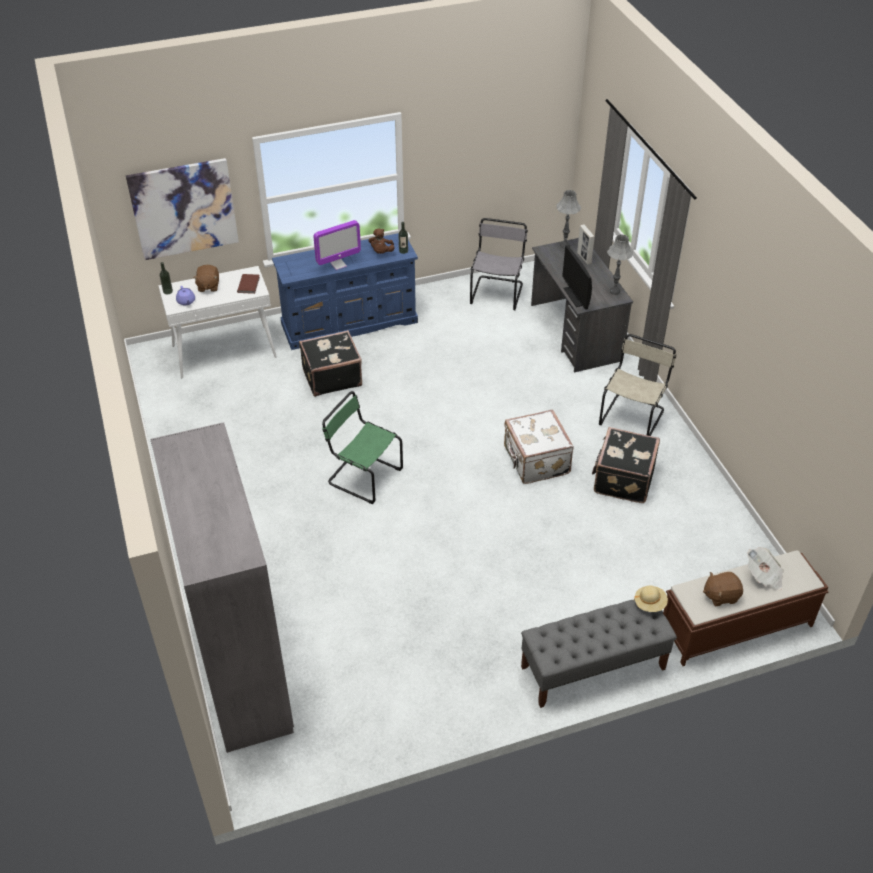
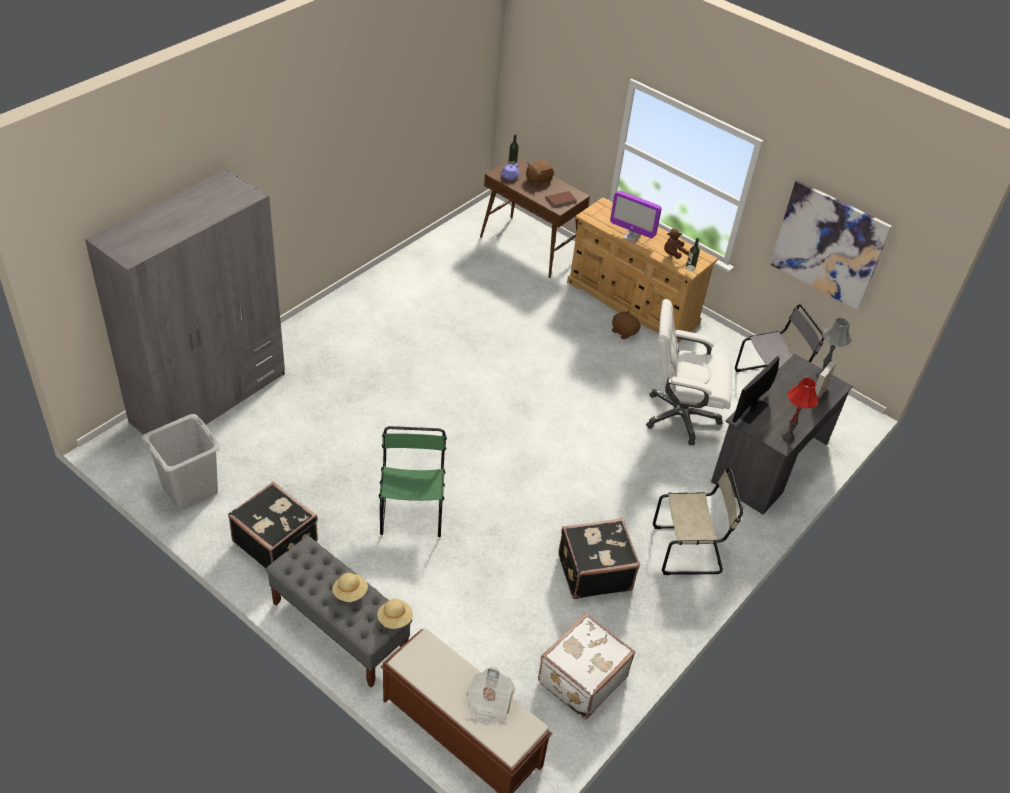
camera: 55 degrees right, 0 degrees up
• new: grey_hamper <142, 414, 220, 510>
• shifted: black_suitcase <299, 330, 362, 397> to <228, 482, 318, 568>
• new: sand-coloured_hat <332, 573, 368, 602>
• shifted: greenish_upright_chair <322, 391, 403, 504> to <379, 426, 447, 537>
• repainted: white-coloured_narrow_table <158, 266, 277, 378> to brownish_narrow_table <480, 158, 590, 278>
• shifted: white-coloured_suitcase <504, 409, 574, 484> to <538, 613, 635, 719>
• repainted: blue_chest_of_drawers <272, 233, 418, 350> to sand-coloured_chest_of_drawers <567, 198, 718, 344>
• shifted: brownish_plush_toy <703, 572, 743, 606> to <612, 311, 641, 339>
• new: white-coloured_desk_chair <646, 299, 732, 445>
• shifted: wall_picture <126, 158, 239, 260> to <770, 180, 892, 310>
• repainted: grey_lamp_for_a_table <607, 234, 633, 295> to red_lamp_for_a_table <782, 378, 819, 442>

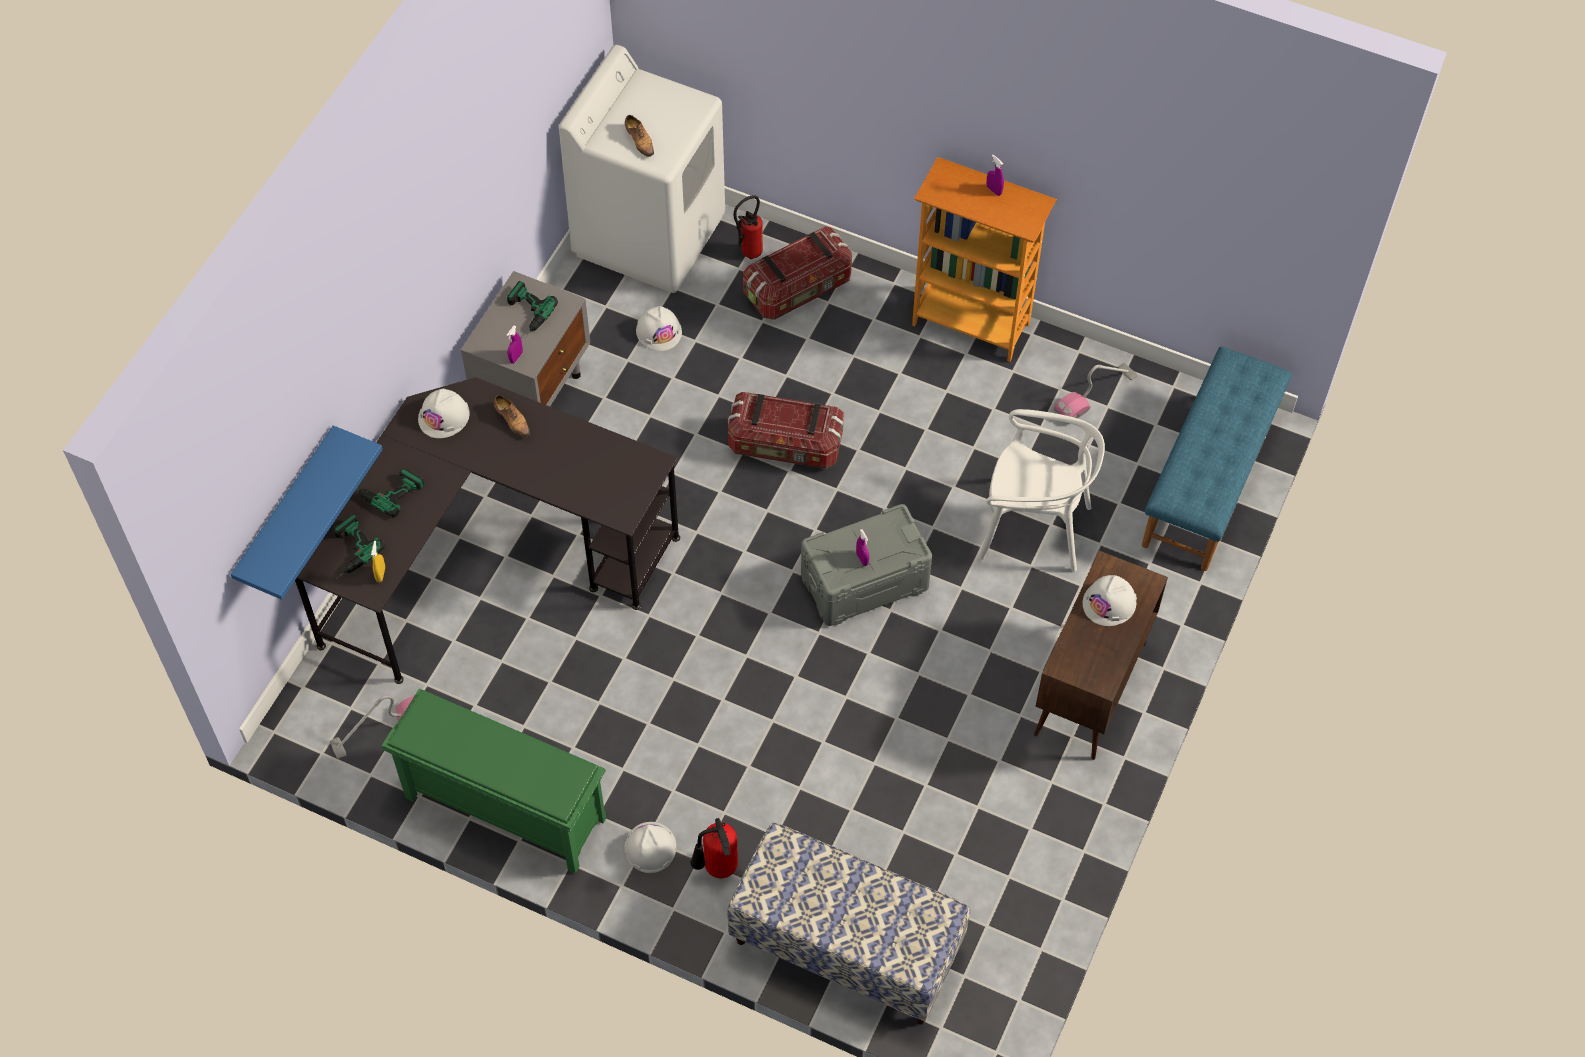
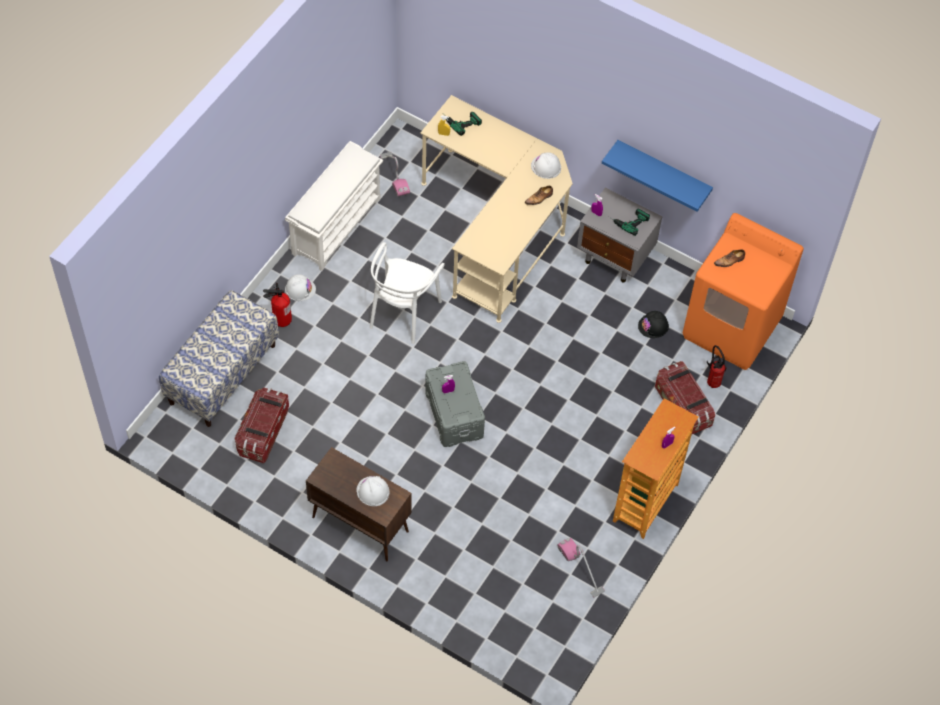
camera: 95 degrees right, 0 degrees up
• shifted: storage_container <728, 392, 844, 469> to <234, 388, 289, 463>
• repainted: greenish_shoe_stand <382, 689, 606, 874> to white-coloured_shoe_stand <285, 141, 383, 271>
• shifted: white-coloured_upright_chair <978, 409, 1105, 572> to <370, 242, 445, 344>
• repainted: black_desk <295, 377, 680, 684> to sand-coloured_desk <420, 95, 573, 323>
• shifted: blue_bracket_shelf <230, 425, 383, 600> to <602, 140, 713, 212>
• repainted: white-coloured_hard_hat <636, 306, 682, 351> to black_hard_hat <638, 311, 669, 338>
• repainted: white-coloured_laundry_appliance <559, 45, 725, 293> to orange_laundry_appliance <683, 213, 804, 370>
• gone: power_drill <357, 468, 424, 517>
• gone: blue_indoor_bench <1142, 347, 1292, 571>

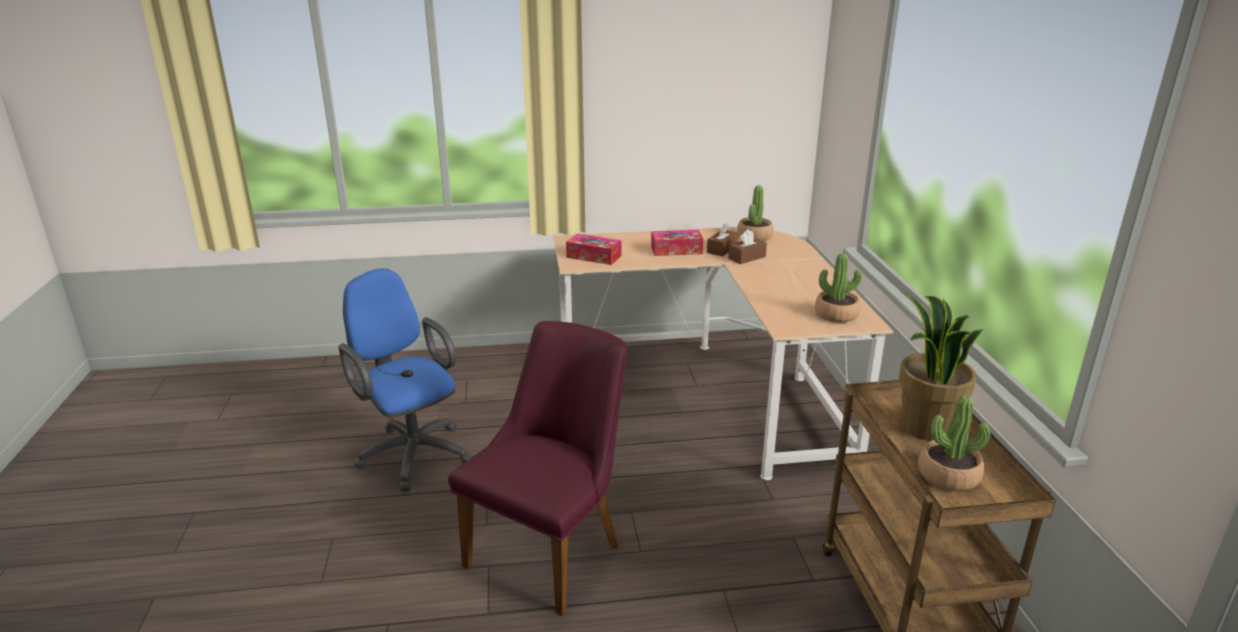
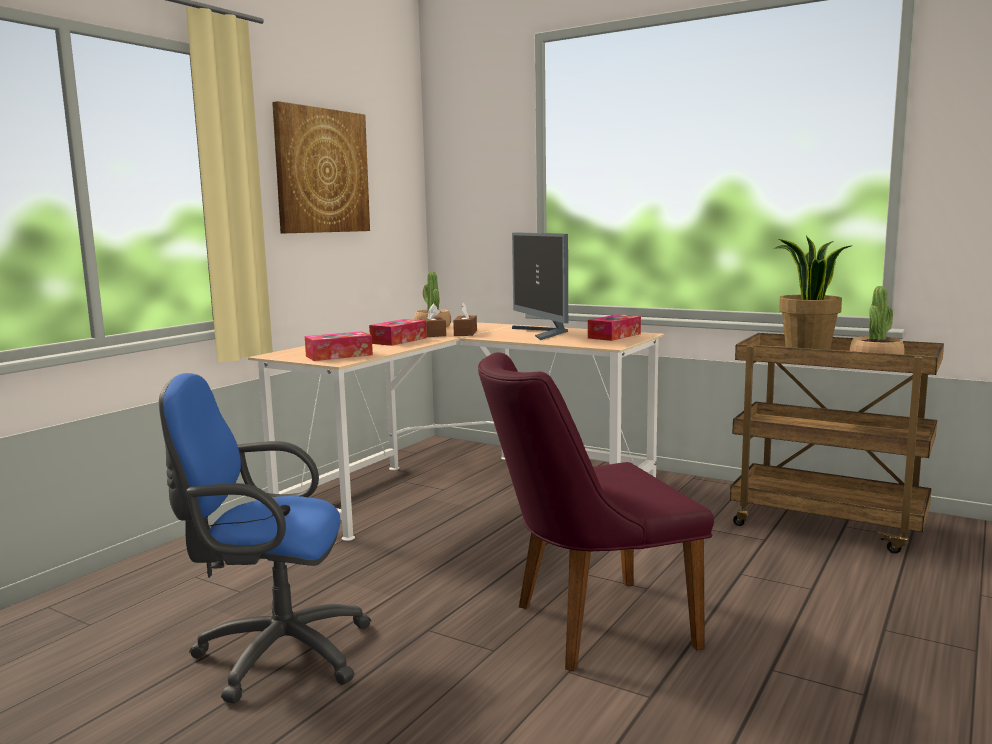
camera: 50 degrees left, 15 degrees down
• new: wall_picture <272, 101, 370, 233>
• rotated: purple-coloured_upright_chair <448, 321, 627, 616> = <478, 352, 714, 671> 90 degrees counterclockwise
• new: computer_display <512, 232, 568, 340>
• swapped: potted_plant <815, 253, 862, 323> to tissue_holder <588, 314, 641, 341>

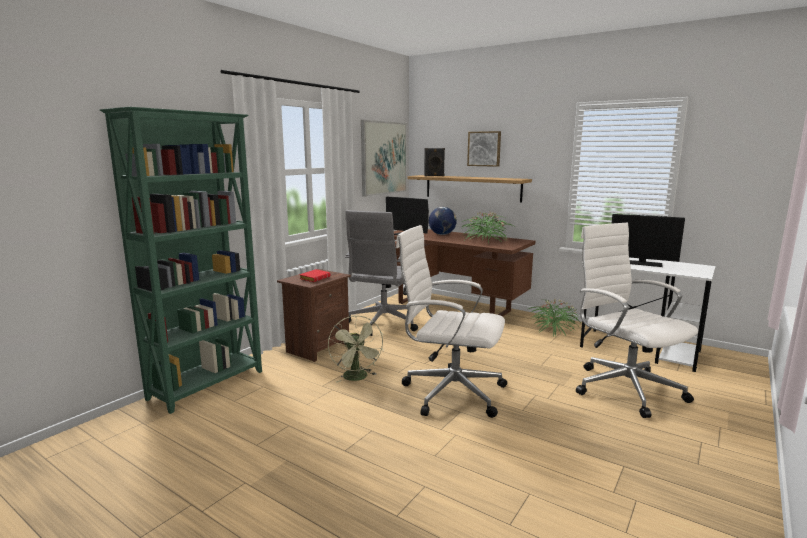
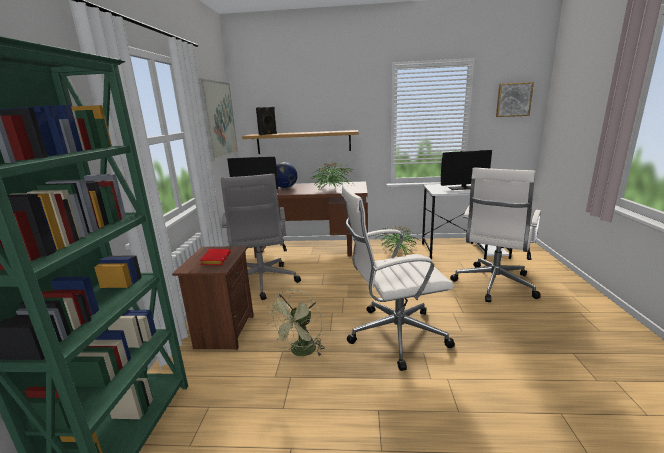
camera: 30 degrees left, 5 degrees up
• rotated: greenish_fan <328, 316, 384, 383> = <267, 289, 325, 357> 75 degrees clockwise
• rotated: white-coloured_desk_chair <576, 223, 698, 418> = <450, 167, 541, 302> 90 degrees counterclockwise
• shifted: wall_picture <467, 131, 501, 167> to <496, 82, 534, 117>

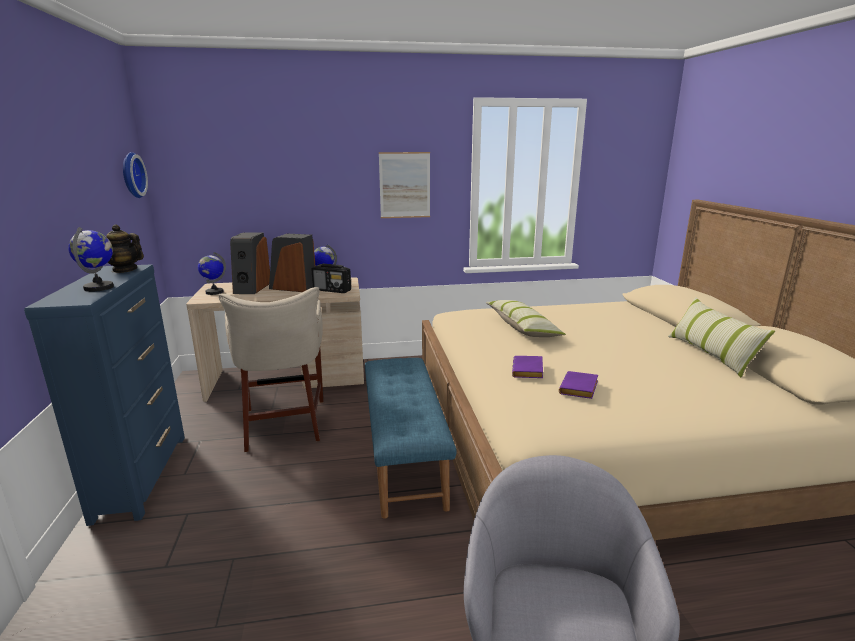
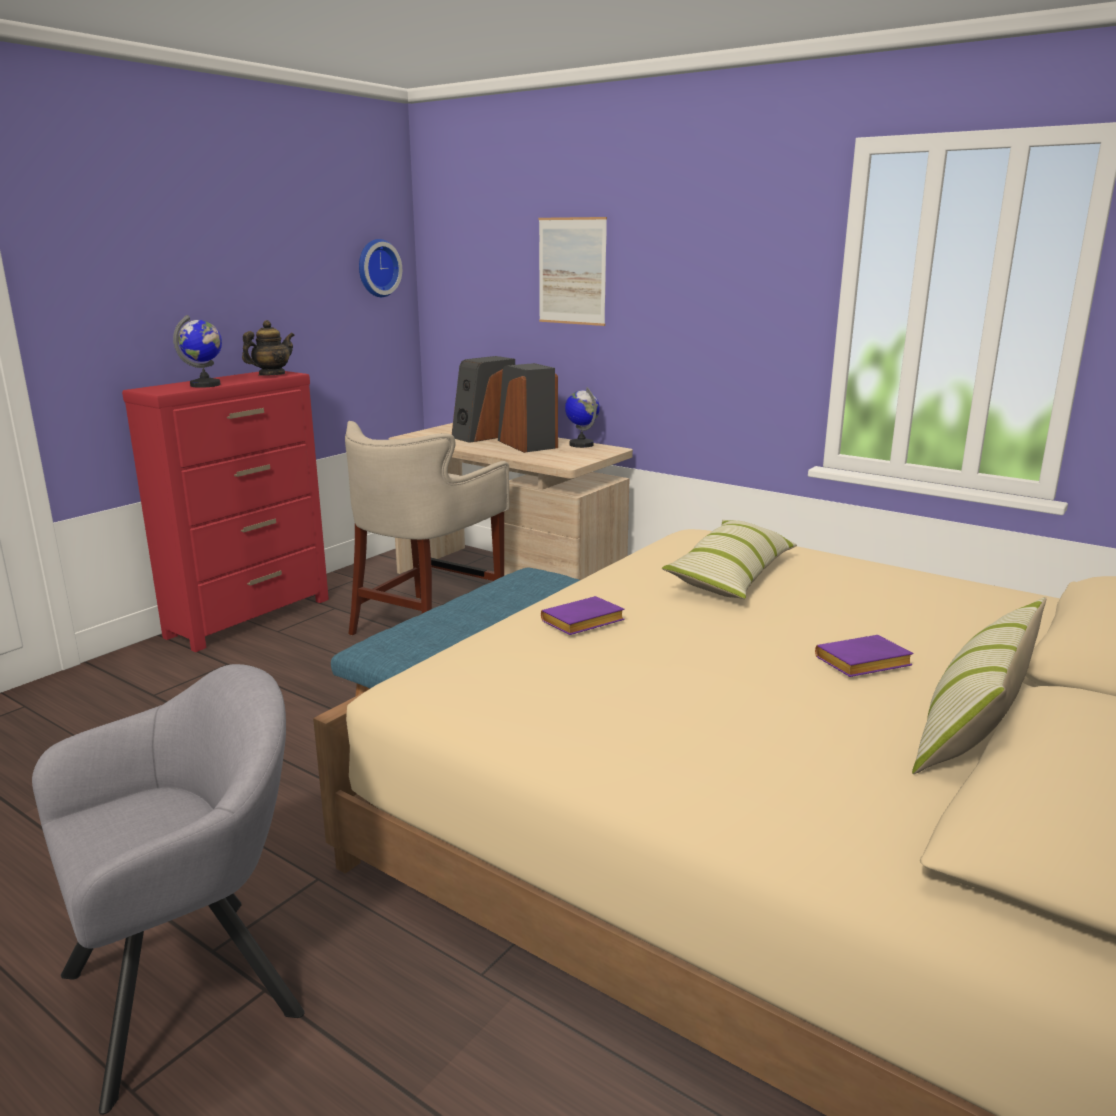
camera: 45 degrees right, 0 degrees up
• repainted: blue_chest_of_drawers <24, 264, 185, 526> to red_chest_of_drawers <122, 371, 329, 652>
• rotated: teapot <106, 225, 144, 273> = <242, 320, 295, 376> 75 degrees clockwise
• shifted: wall_picture <379, 152, 430, 218> to <539, 217, 607, 326>
• shifted: purple-coloured_book <559, 371, 598, 399> to <815, 635, 914, 677>
• gone: desk_globe <198, 252, 226, 295>
• gone: radio_set <311, 264, 351, 293>

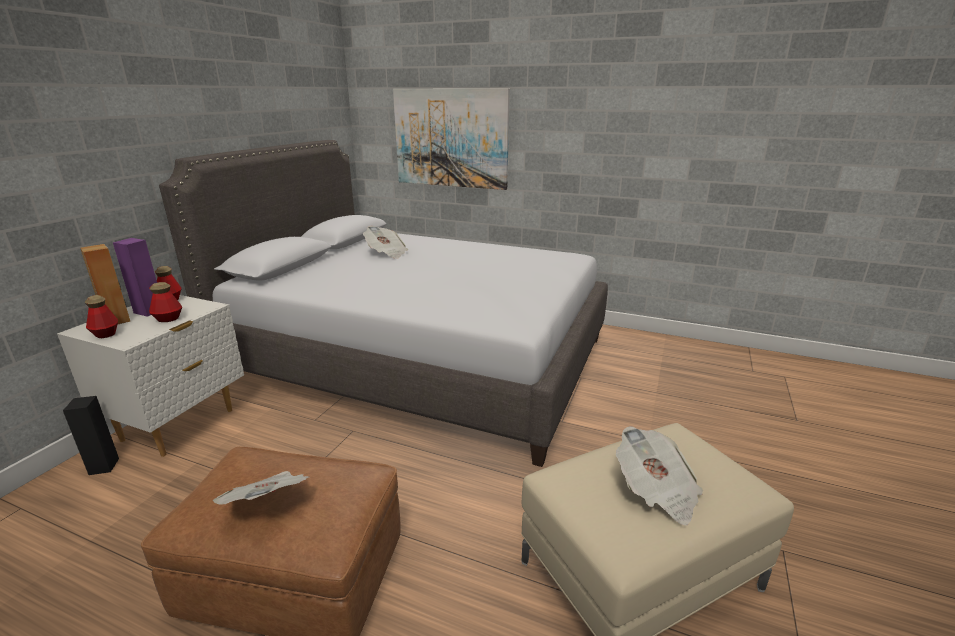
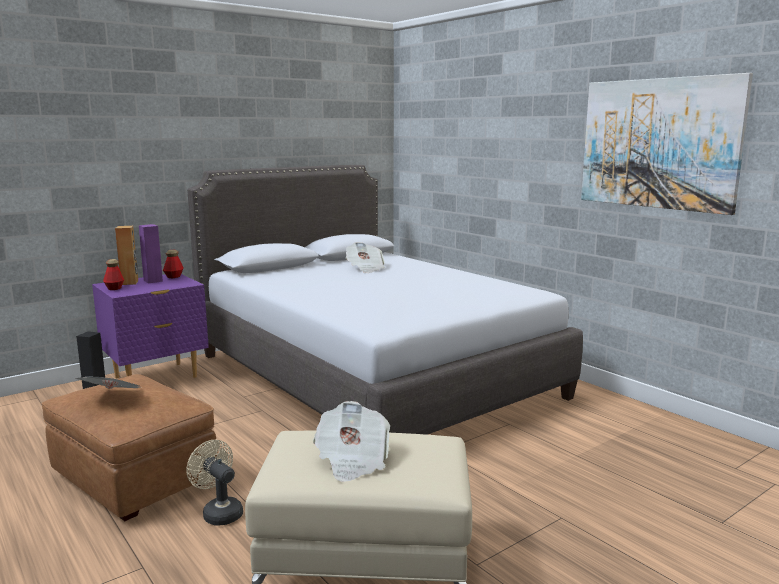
camera: 30 degrees right, 10 degrees down
• repainted: white-coloured_bedside_table <57, 295, 244, 457> to purple-coloured_bedside_table <92, 274, 209, 378>
• new: sand-coloured_fan <186, 440, 243, 526>
• shifted: wall_picture <393, 88, 510, 190> to <581, 73, 753, 215>
• gone: beverage_bottle <149, 282, 182, 322>

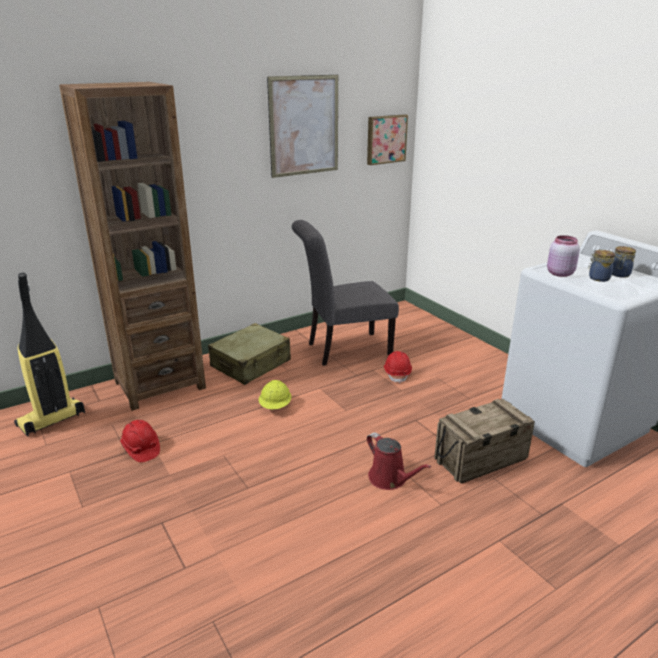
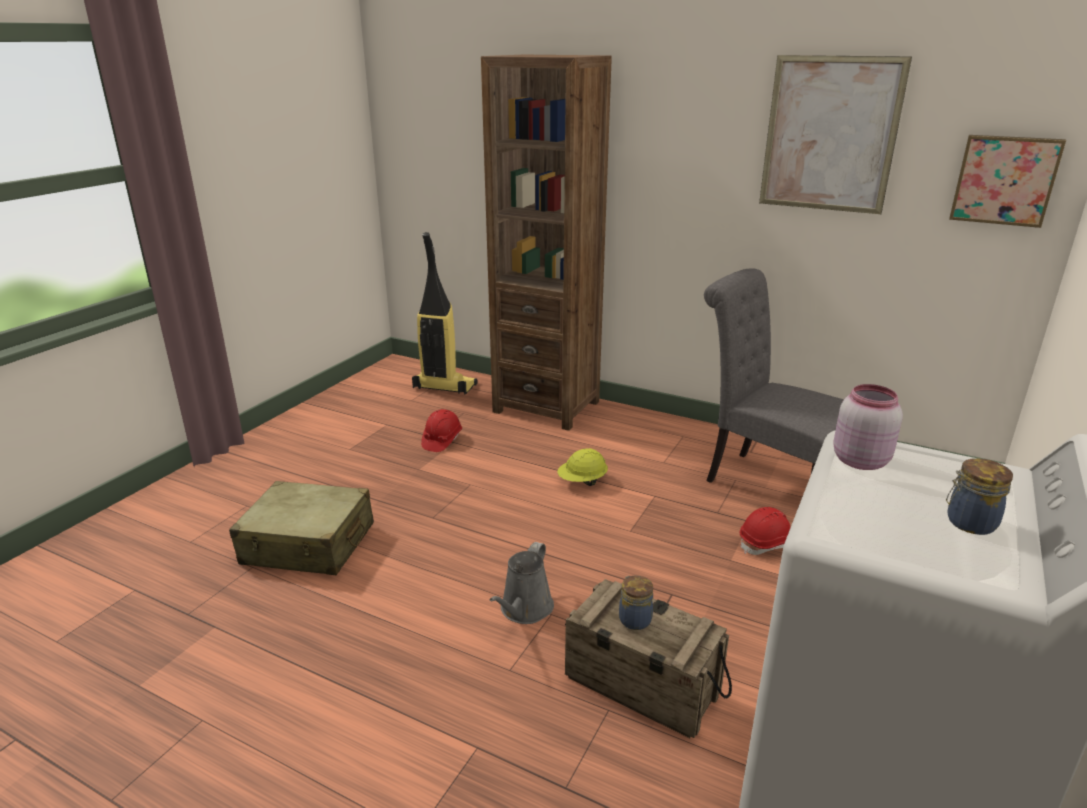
camera: 60 degrees right, 0 degrees up
• shifted: sand-coloured_suitcase <208, 323, 291, 385> to <229, 481, 374, 575>
• repainted: red_watering_can <367, 432, 431, 490> to grey_watering_can <490, 542, 554, 624>
• shifted: jar <588, 250, 615, 282> to <619, 576, 653, 630>

